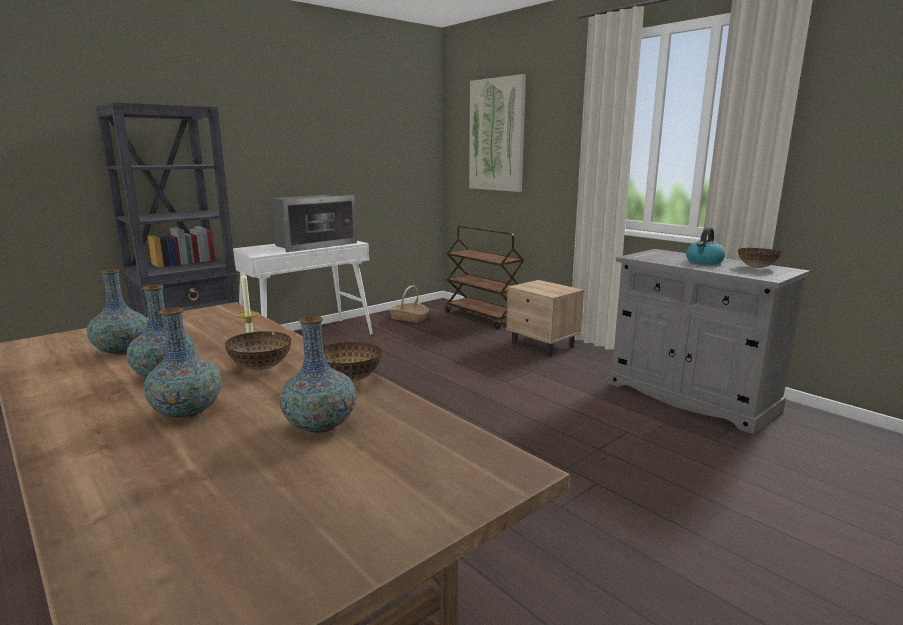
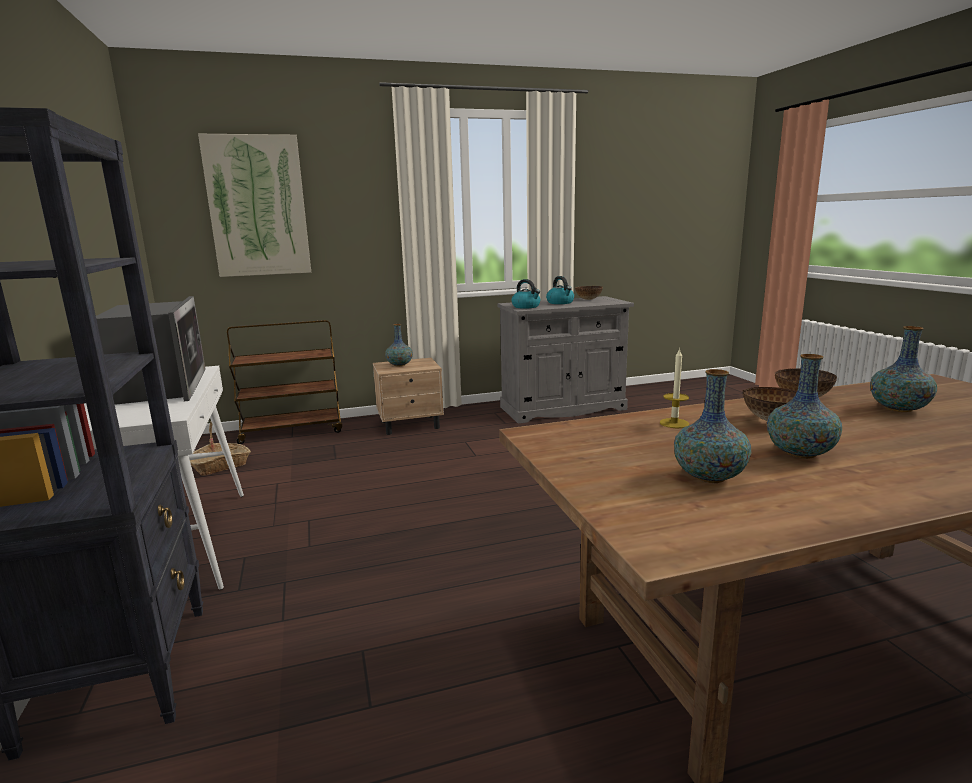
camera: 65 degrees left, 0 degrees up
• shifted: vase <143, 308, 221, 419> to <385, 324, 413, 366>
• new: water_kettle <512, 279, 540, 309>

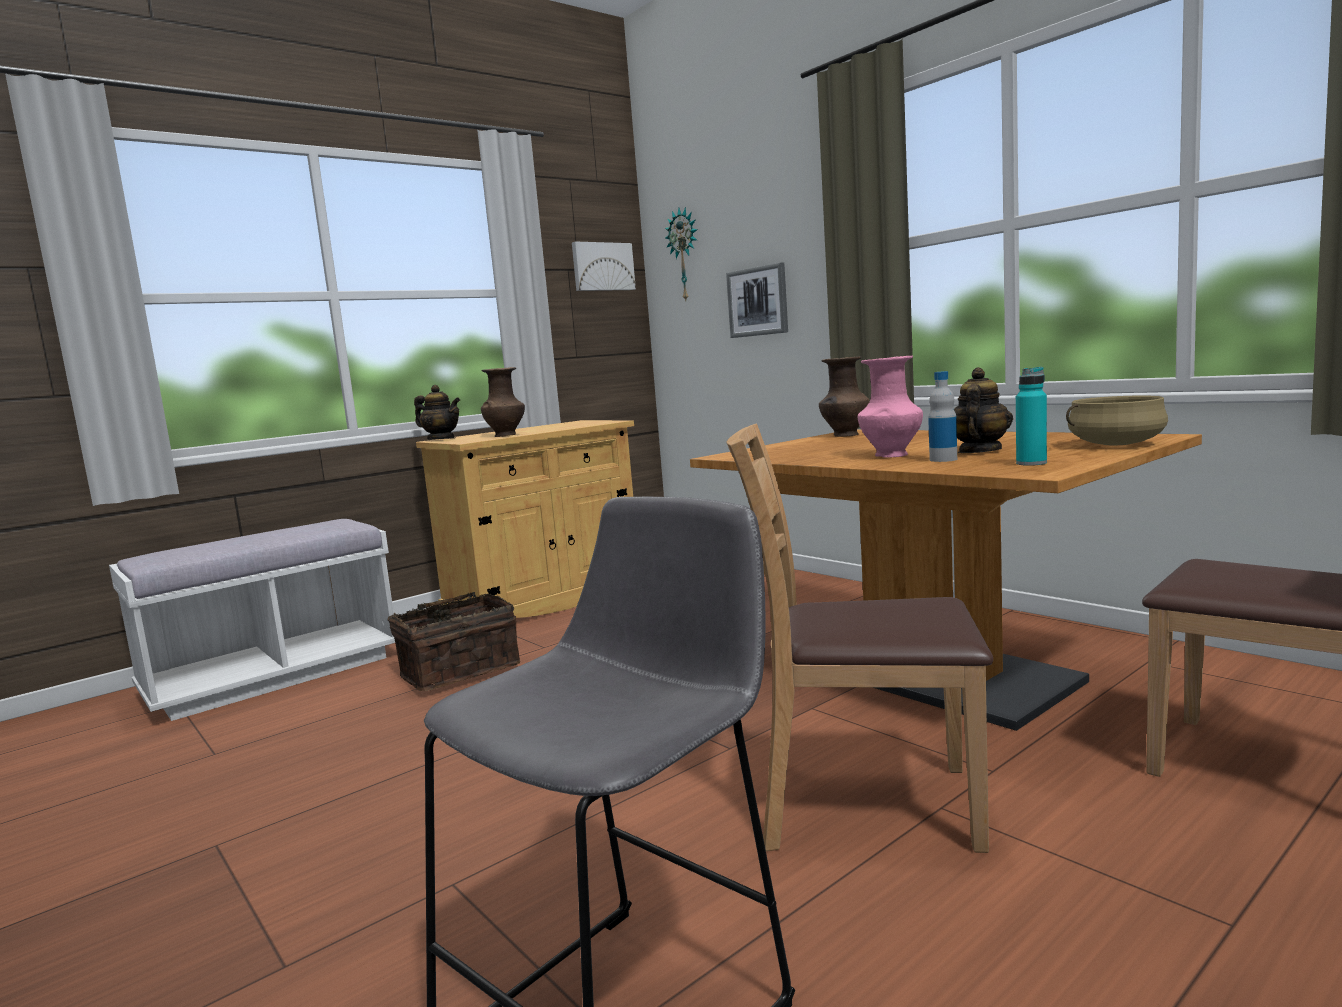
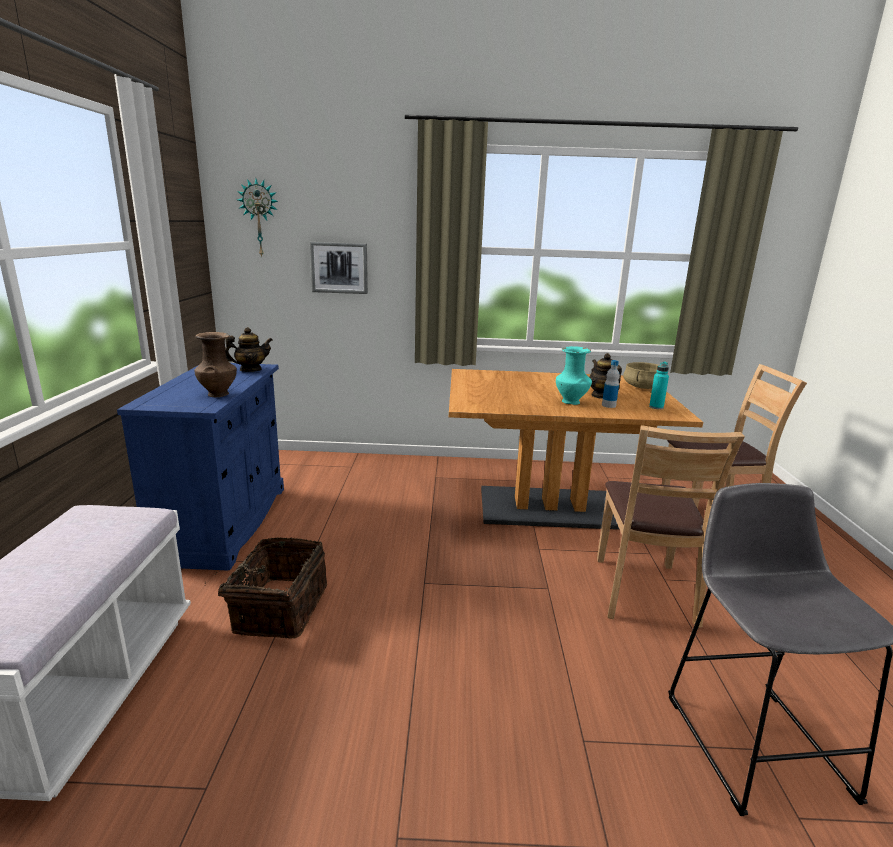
camera: 50 degrees left, 10 degrees up
• repainted: sand-coloured_cupboard <416, 420, 634, 618> to blue_cupboard <117, 363, 284, 571>
• shifted: teapot <414, 385, 460, 439> to <225, 327, 273, 372>
• repainted: pink_vase <858, 356, 923, 458> to blue-green_vase <556, 346, 592, 405>
• rotated: brownish_upright_chair <727, 424, 993, 853> = <597, 425, 745, 628> 45 degrees counterclockwise
• gone: wall_picture <572, 241, 636, 291>
• gone: brownish_vase <819, 356, 870, 437>

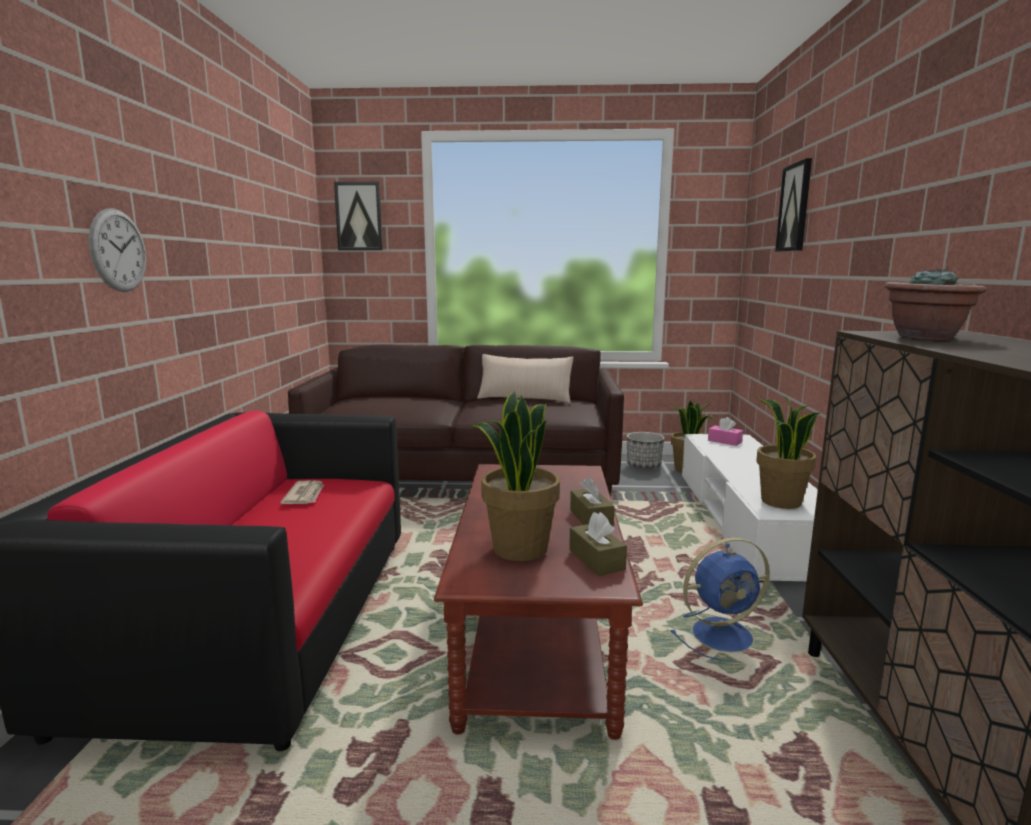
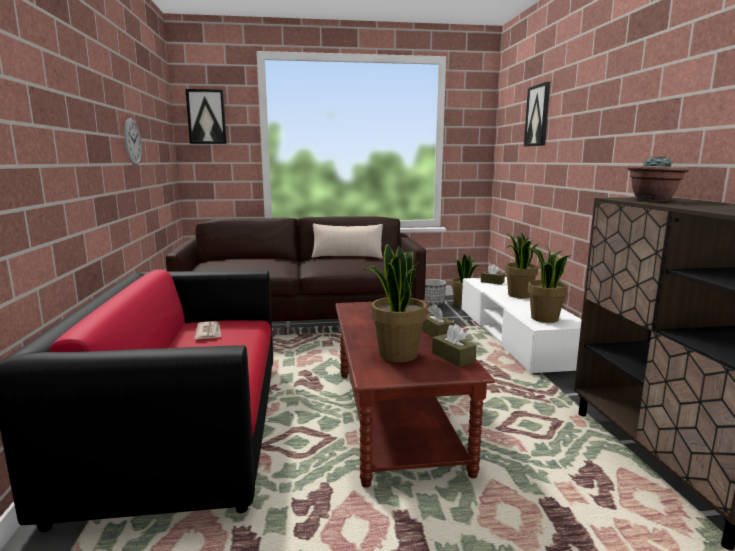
camera: 10 degrees left, 0 degrees up
• shifted: hanging_clock <88, 208, 146, 292> to <124, 118, 142, 166>
• repainted: pink_tissue_holder <708, 417, 743, 446> to brownish_tissue_holder <481, 265, 505, 285>
• new: potted_plant <505, 232, 538, 298>
• gone: blue_fan <670, 537, 770, 662>

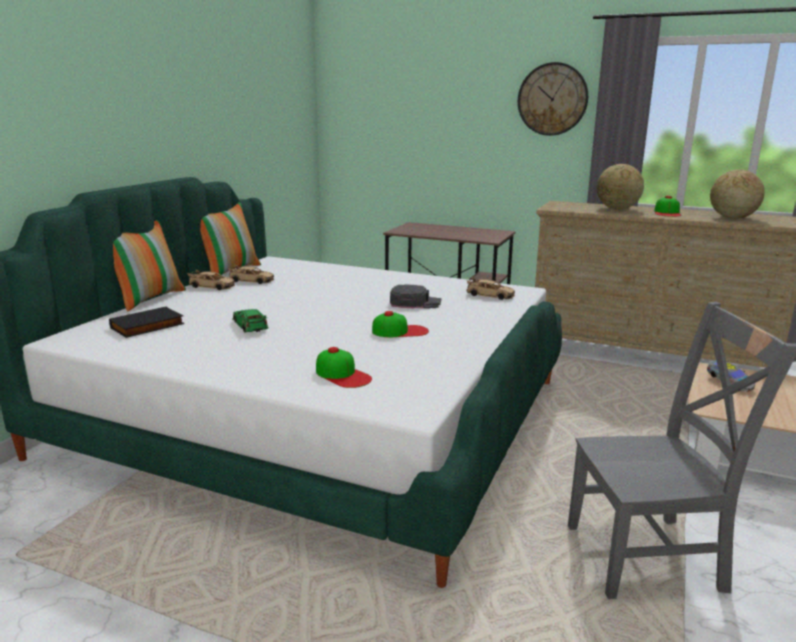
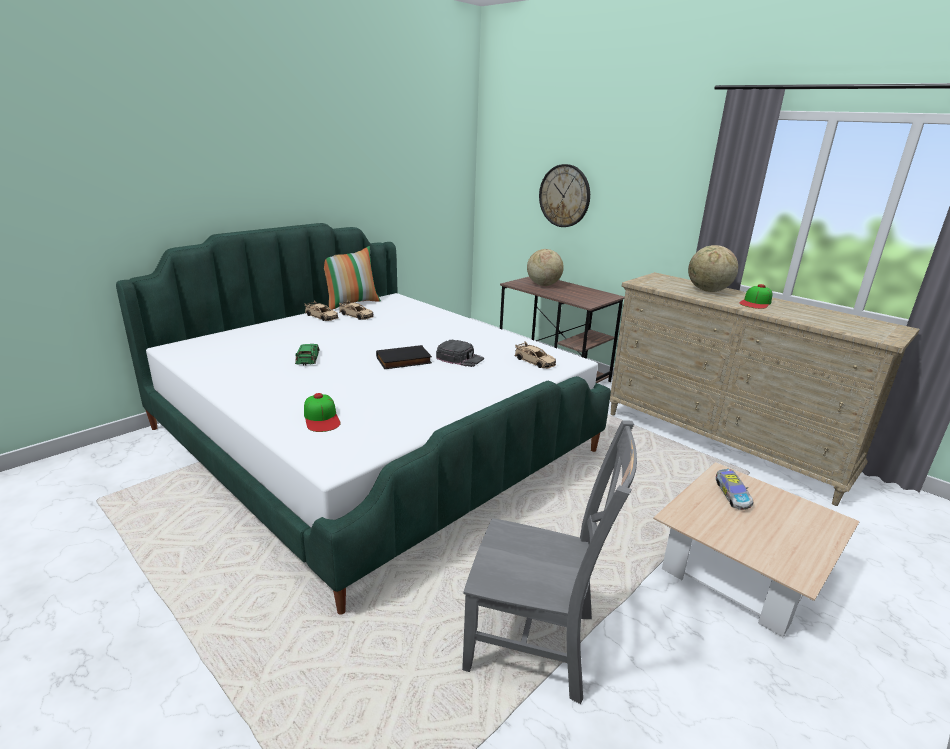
camera: 20 degrees right, 5 degrees up
• shifted: black_book <109, 307, 184, 338> to <376, 345, 432, 369>
• shifted: desk_globe <710, 169, 765, 219> to <527, 249, 564, 286>
• shifted: hanging_clock <518, 62, 588, 136> to <539, 164, 590, 227>
• gone: throw_pillow <113, 220, 186, 311>
• gone: peaked_cap <372, 311, 429, 337>

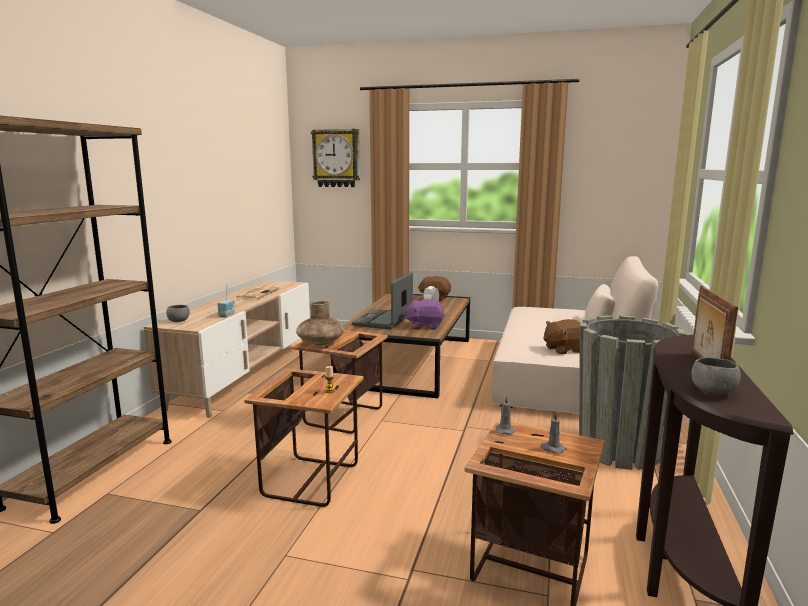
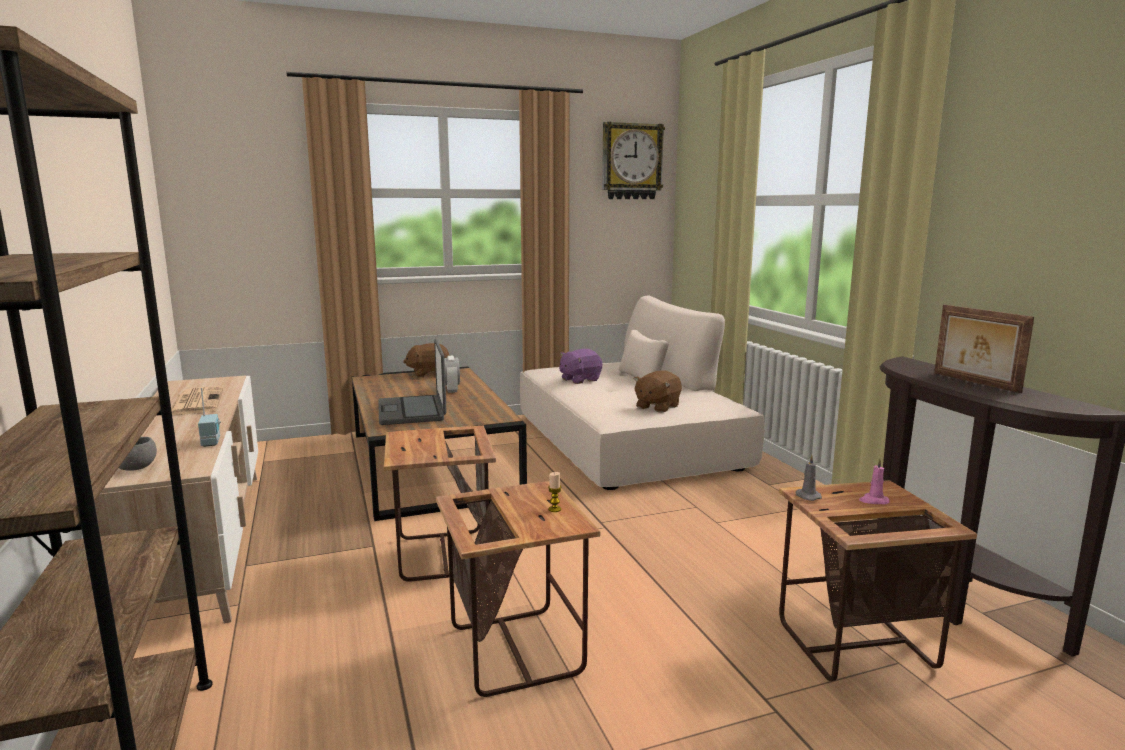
camera: 35 degrees left, 0 degrees up
• shifted: purple-coloured_plush_toy <403, 299, 445, 330> to <559, 349, 602, 384>
• shifted: hanging_clock <311, 129, 360, 187> to <602, 122, 665, 199>
• repainted: grey_candle <541, 412, 565, 454> to pink_candle <859, 458, 890, 504>
• gone: brownish_vase <296, 301, 344, 345>
• gone: grey_planter <579, 315, 686, 470>
• gone: grey_deep_dish <692, 357, 741, 395>

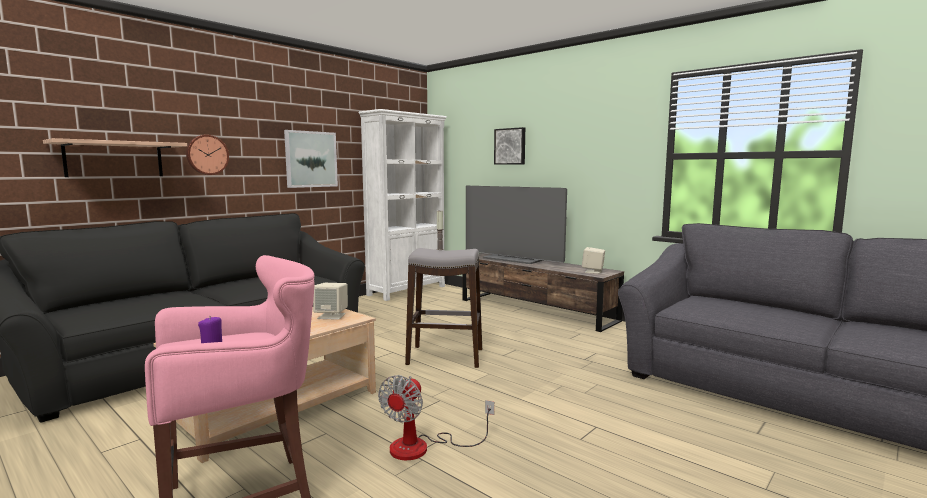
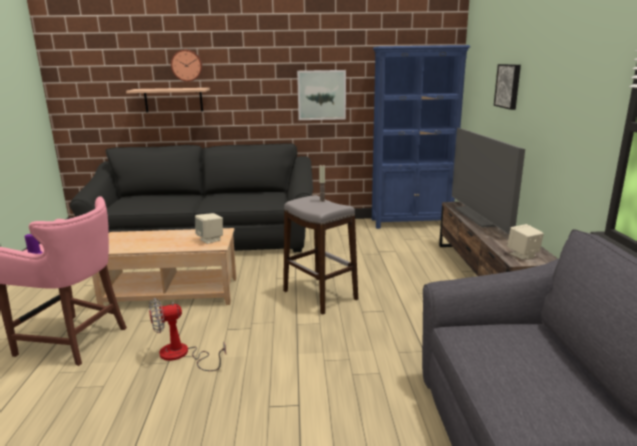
camera: 45 degrees right, 10 degrees up
• shifted: hanging_clock <186, 135, 229, 175> to <171, 50, 202, 82>
• repainted: white-coloured_bookcase <359, 109, 447, 301> to blue_bookcase <372, 45, 470, 229>

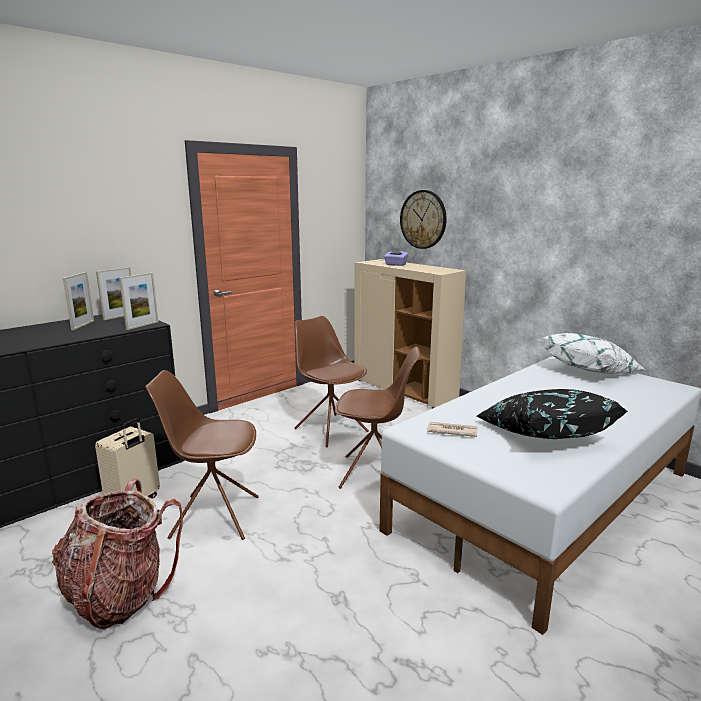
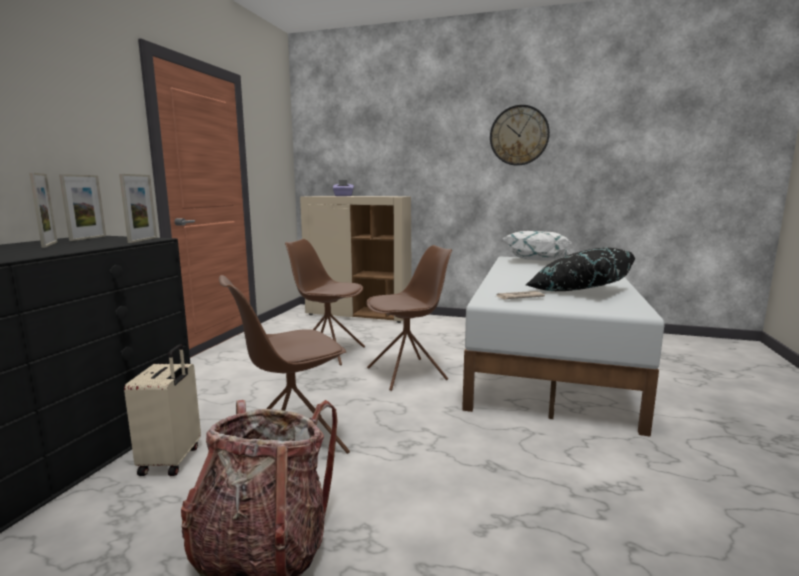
camera: 30 degrees left, 5 degrees down
• shifted: hanging_clock <400, 190, 447, 249> to <490, 105, 550, 166>

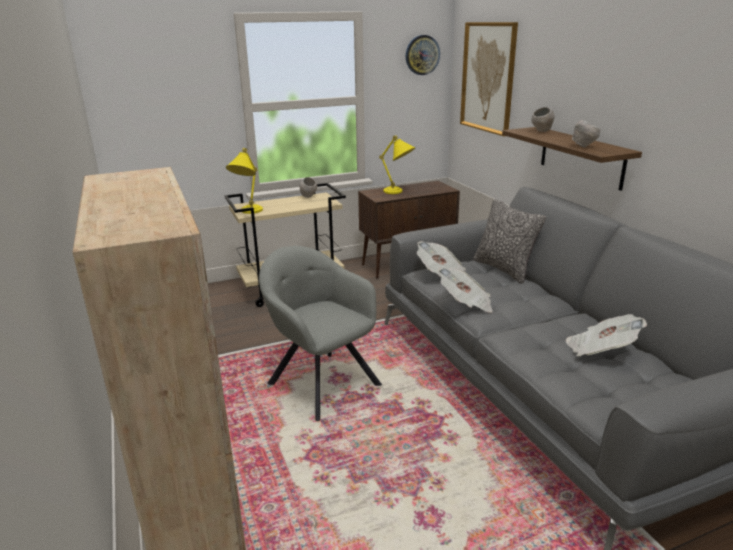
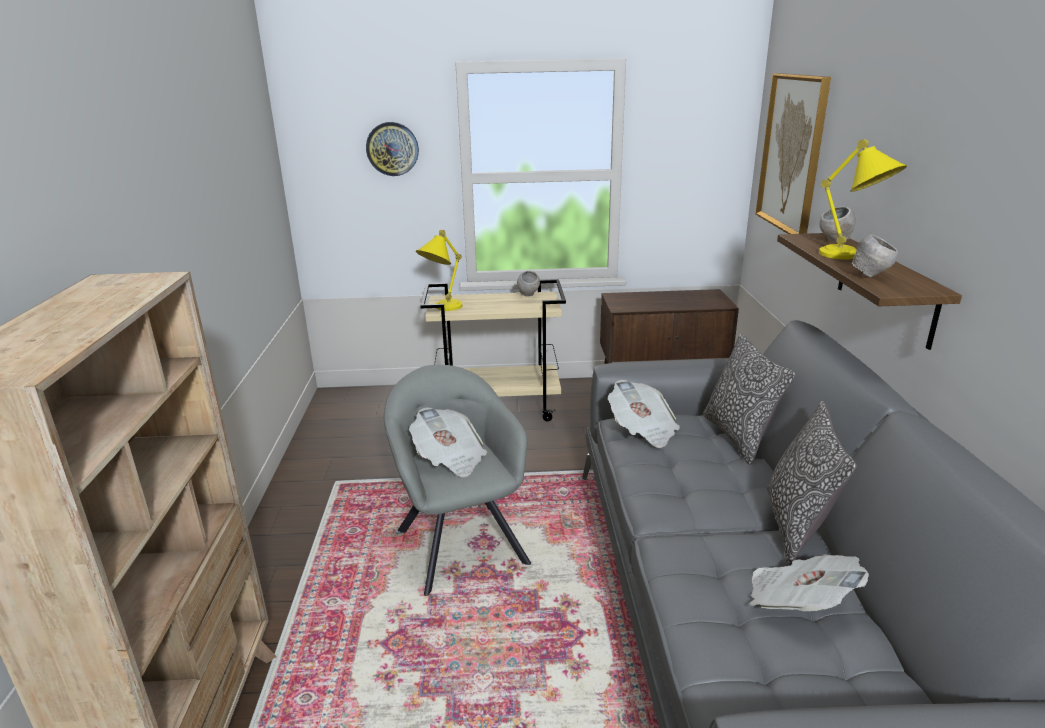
camera: 20 degrees right, 0 degrees up
• shifted: hanging_clock <406, 35, 440, 75> to <366, 122, 419, 176>
• shifted: daily_paper <438, 268, 492, 313> to <409, 407, 487, 477>
• new: throw_pillow <767, 401, 857, 565>
• shifted: yellow-coloured_lamp_for_a_table <379, 135, 416, 194> to <819, 139, 907, 259>

